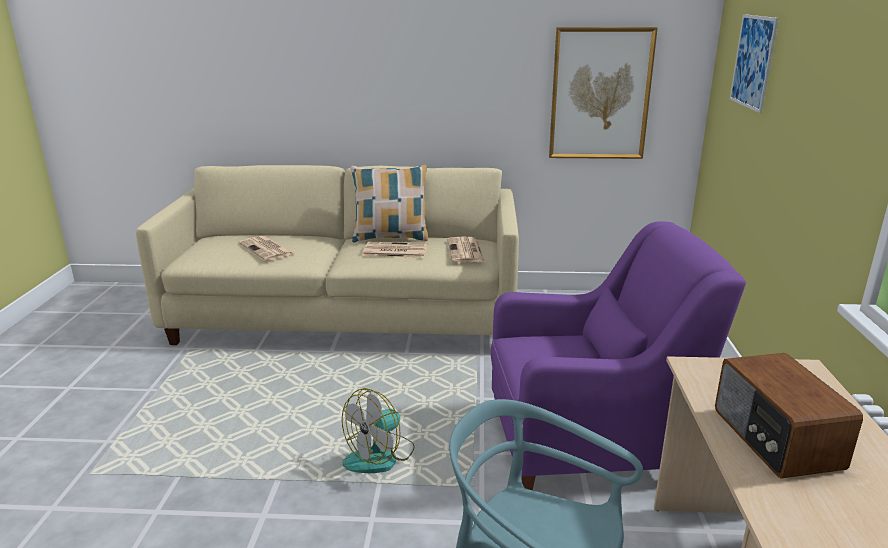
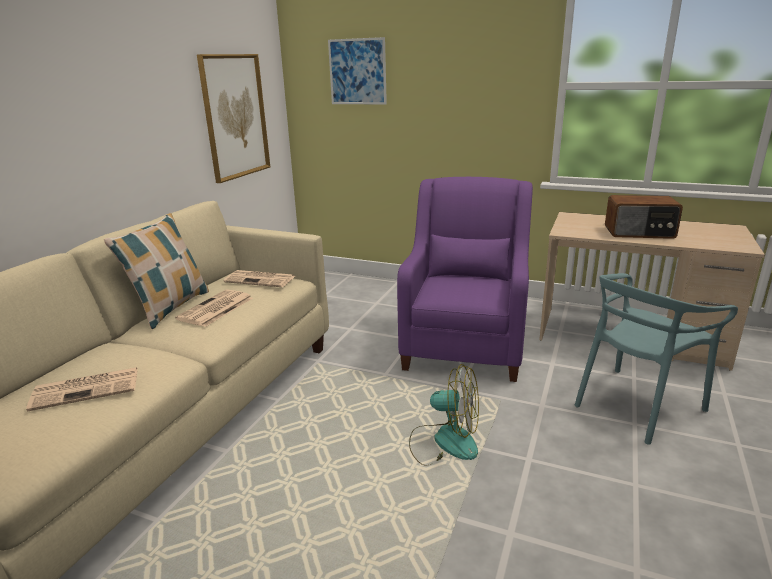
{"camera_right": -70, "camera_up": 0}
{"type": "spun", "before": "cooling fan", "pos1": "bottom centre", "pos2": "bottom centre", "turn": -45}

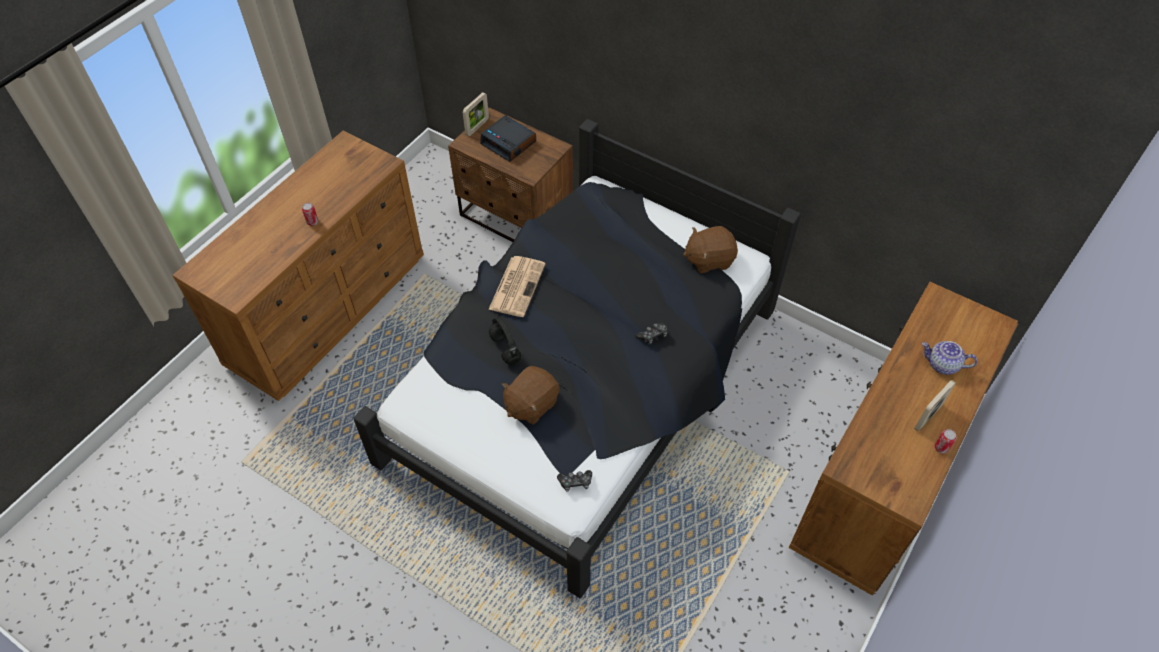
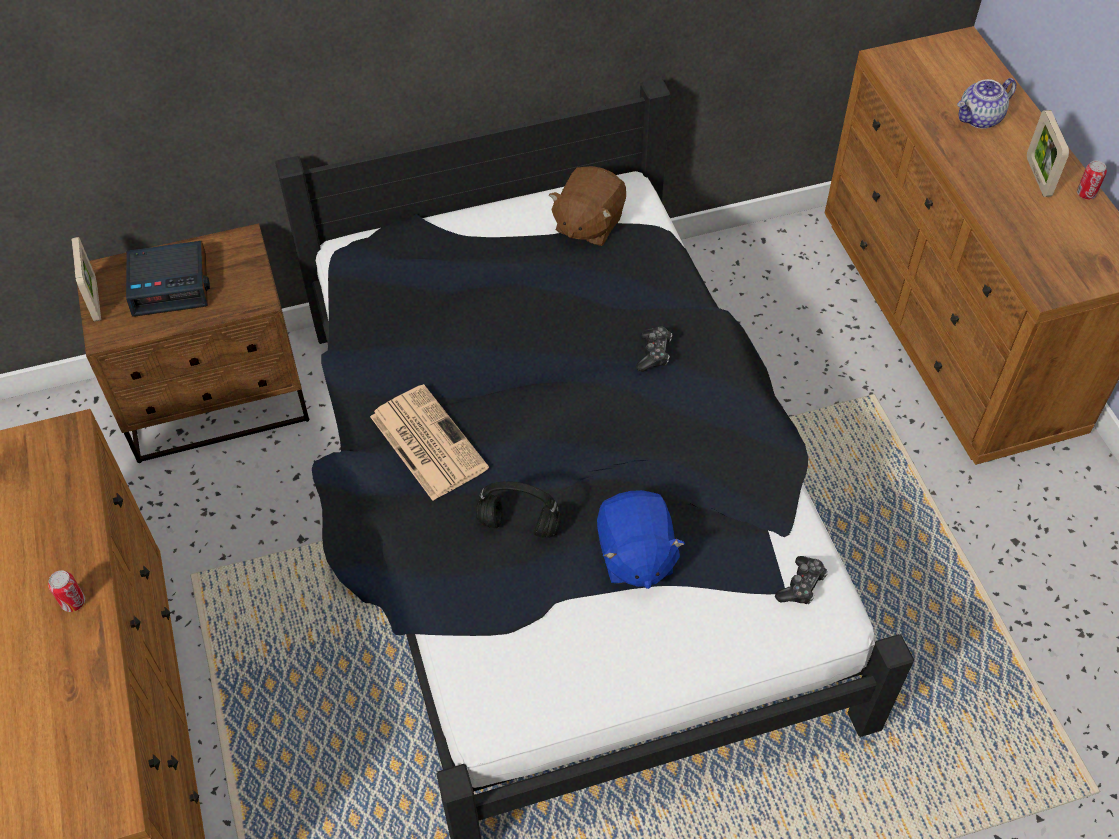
{"camera_right": -50, "camera_up": 0}
{"type": "colour", "before": "brown cuddly toy (no. 1 from left)", "after": "blue-coloured cuddly toy", "pos1": "centre", "pos2": "centre"}

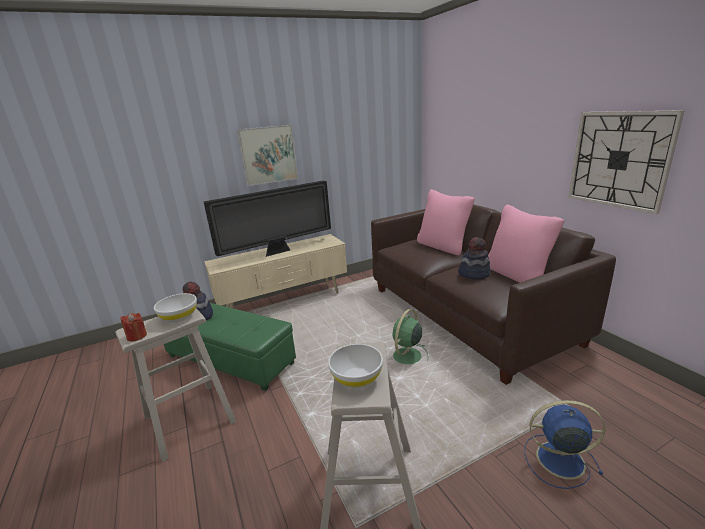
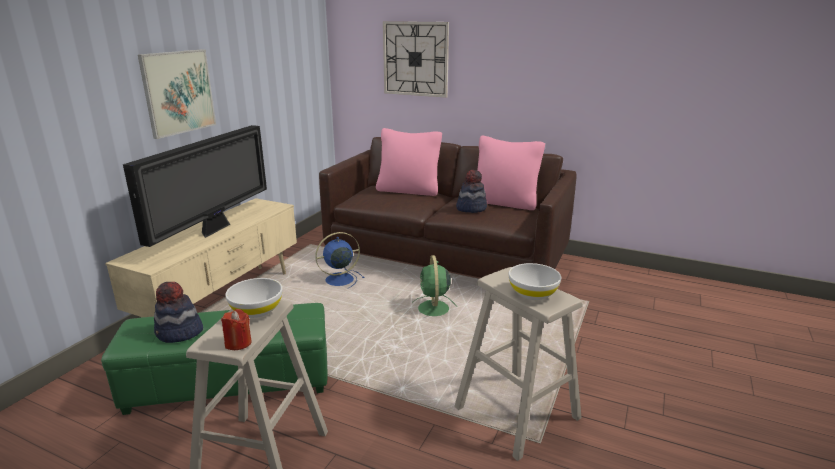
{"camera_right": -40, "camera_up": 0}
{"type": "relocated", "before": "blue-coloured cooling fan", "pos1": "bottom right", "pos2": "centre"}
{"type": "relocated", "before": "clock on the wall", "pos1": "top right", "pos2": "top centre"}

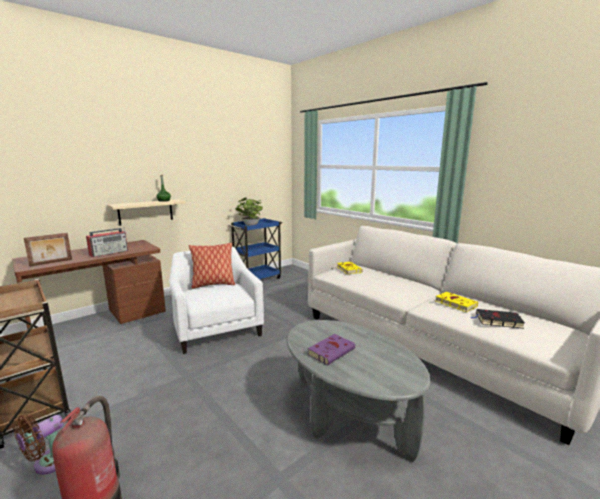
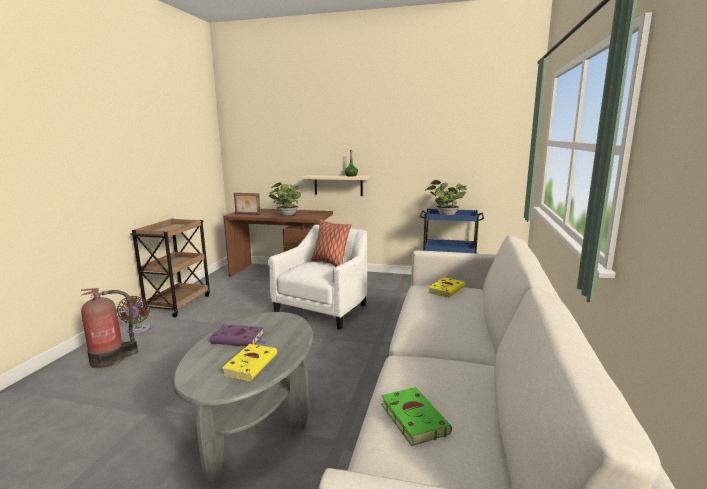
{"camera_right": 55, "camera_up": 0}
{"type": "relocated", "before": "yellowish bound book (no. 2 from left in the first image)", "after": "yellowish bound book (no. 1 from left)", "pos1": "middle right", "pos2": "bottom centre"}
{"type": "exchanged", "before": "radio receiver", "after": "plant in a pot (no. 1 from left)", "pos1": "middle left", "pos2": "centre"}
{"type": "colour", "before": "black bound book", "after": "green-coloured bound book", "pos1": "middle right", "pos2": "bottom centre"}
{"type": "spun", "before": "brown cooling fan", "pos1": "bottom left", "pos2": "middle left", "turn": -105}

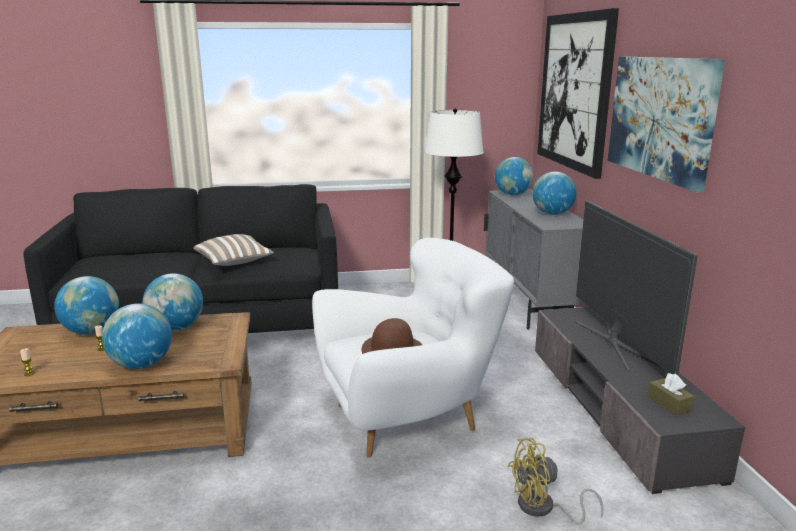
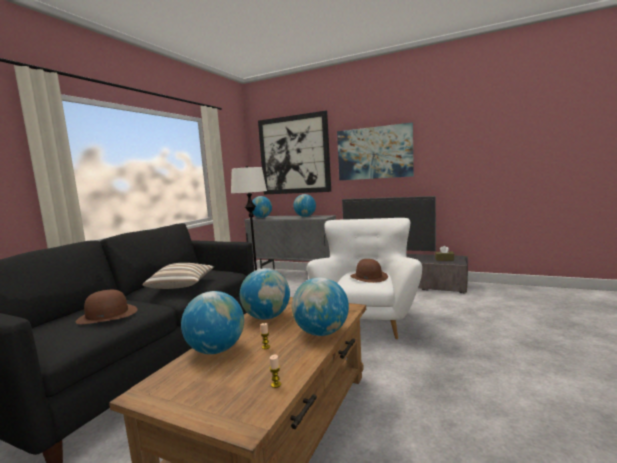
{"camera_right": -55, "camera_up": -10}
{"type": "missing", "before": "yellowish cooling fan", "pos1": "bottom right"}
{"type": "appeared", "after": "brown clothing hat (no. 1 from left)", "pos2": "middle left"}

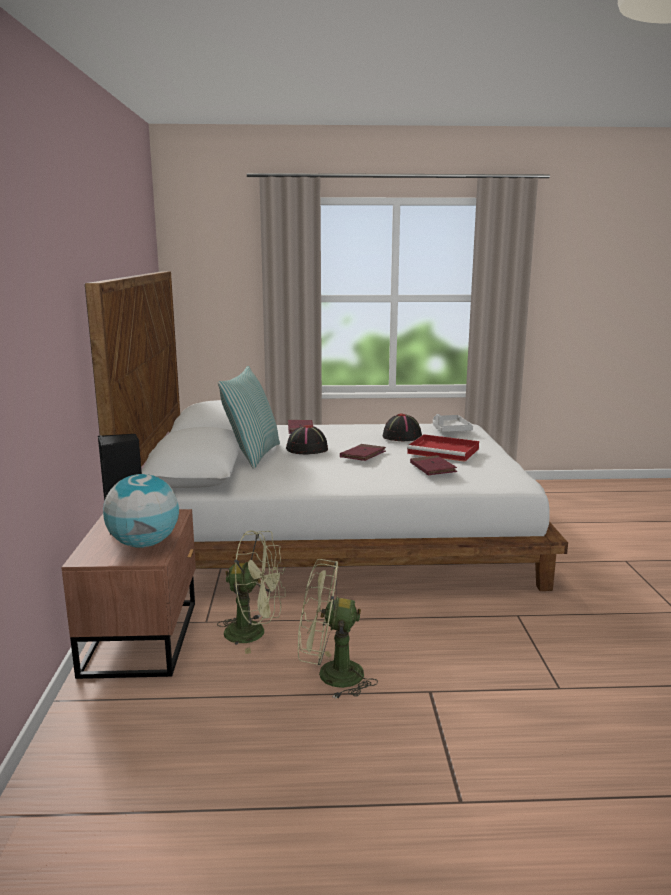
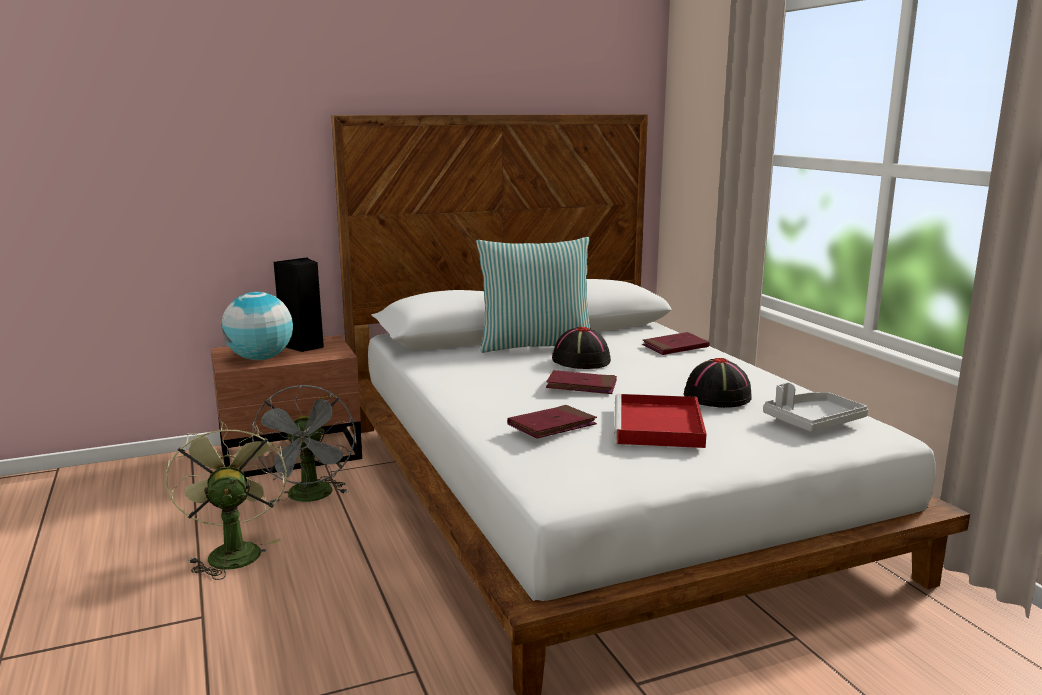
{"camera_right": 70, "camera_up": 0}
{"type": "colour", "before": "green-coloured cooling fan (no. 1 from left)", "after": "greyish cooling fan", "pos1": "centre", "pos2": "middle left"}

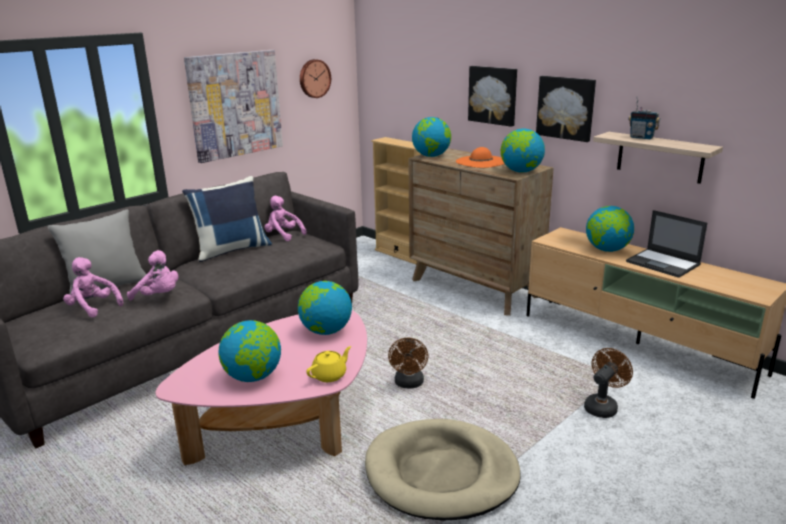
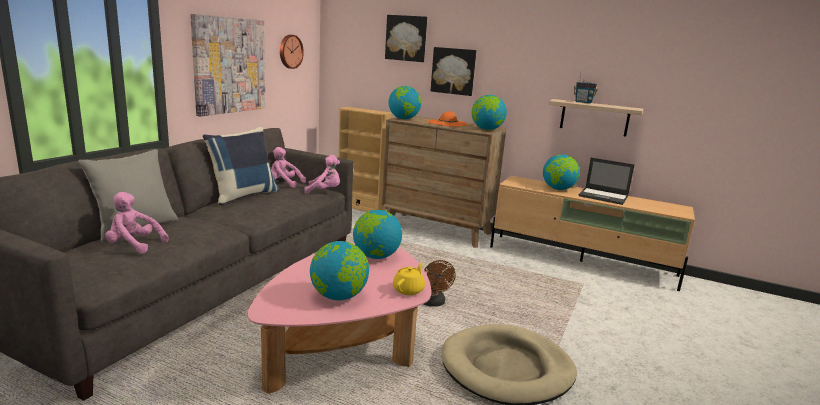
{"camera_right": -20, "camera_up": -5}
{"type": "missing", "before": "brown cooling fan (no. 2 from left)", "pos1": "bottom right"}
{"type": "relocated", "before": "pinkish cuddly toy (no. 2 from left in the first image)", "after": "pinkish cuddly toy (no. 3 from left)", "pos1": "middle left", "pos2": "centre"}
{"type": "relocated", "before": "picture (no. 3 from left in the first image)", "after": "picture (no. 2 from left)", "pos1": "top right", "pos2": "top centre"}

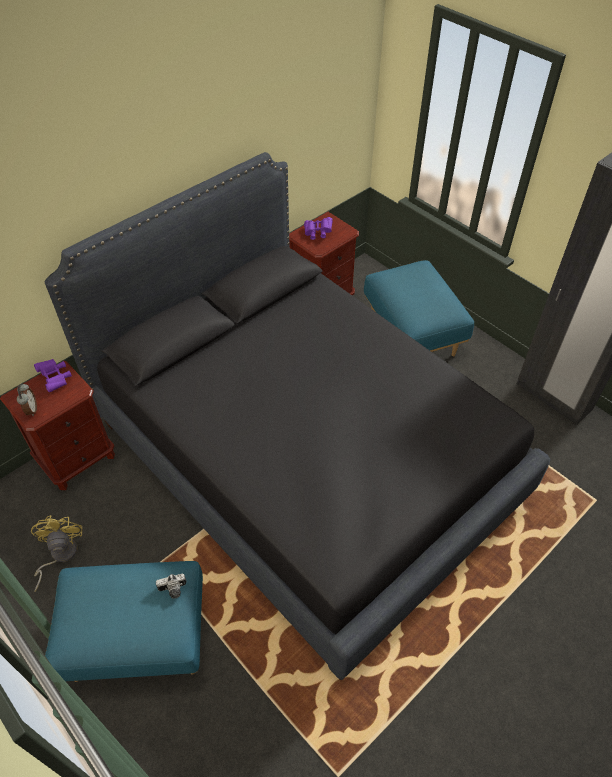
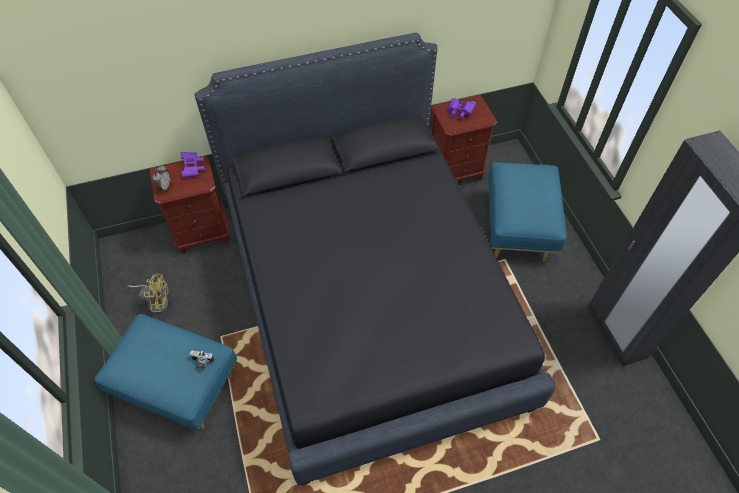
{"camera_right": 25, "camera_up": 5}
{"type": "spun", "before": "yellowish cooling fan", "pos1": "bottom left", "pos2": "middle left", "turn": 75}

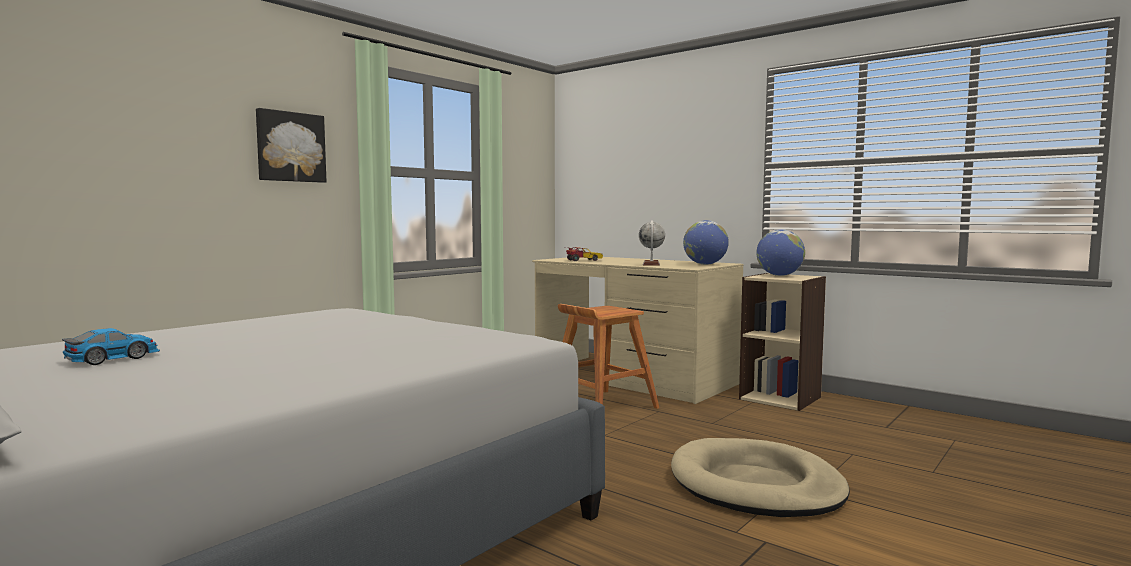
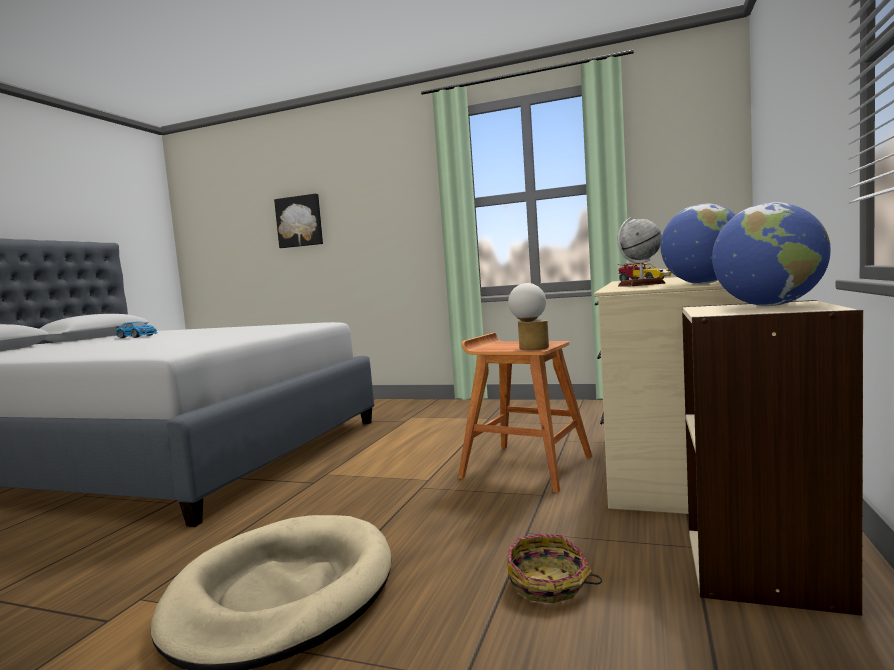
{"camera_right": 70, "camera_up": 0}
{"type": "appeared", "after": "household basket", "pos2": "bottom centre"}
{"type": "appeared", "after": "lamp for a table", "pos2": "centre"}
{"type": "relocated", "before": "picture", "pos1": "top left", "pos2": "top centre"}

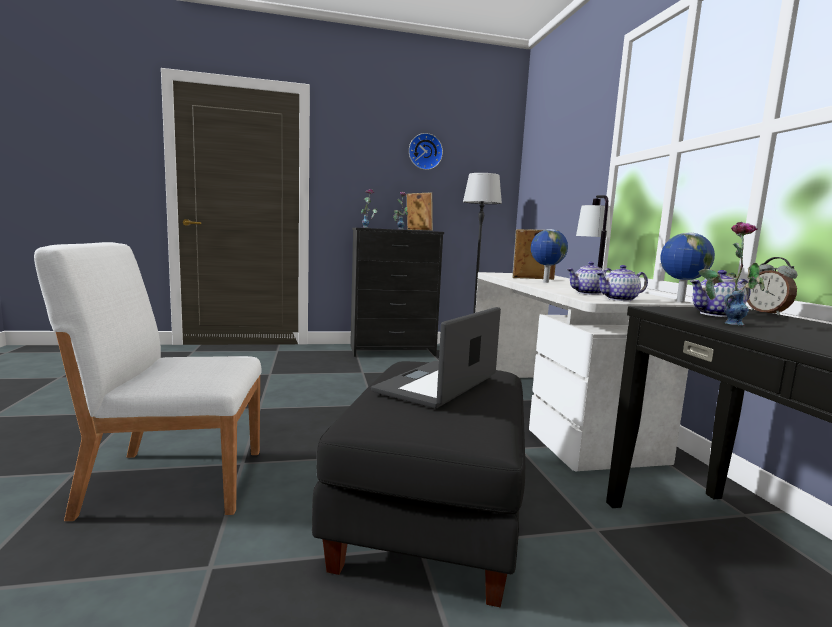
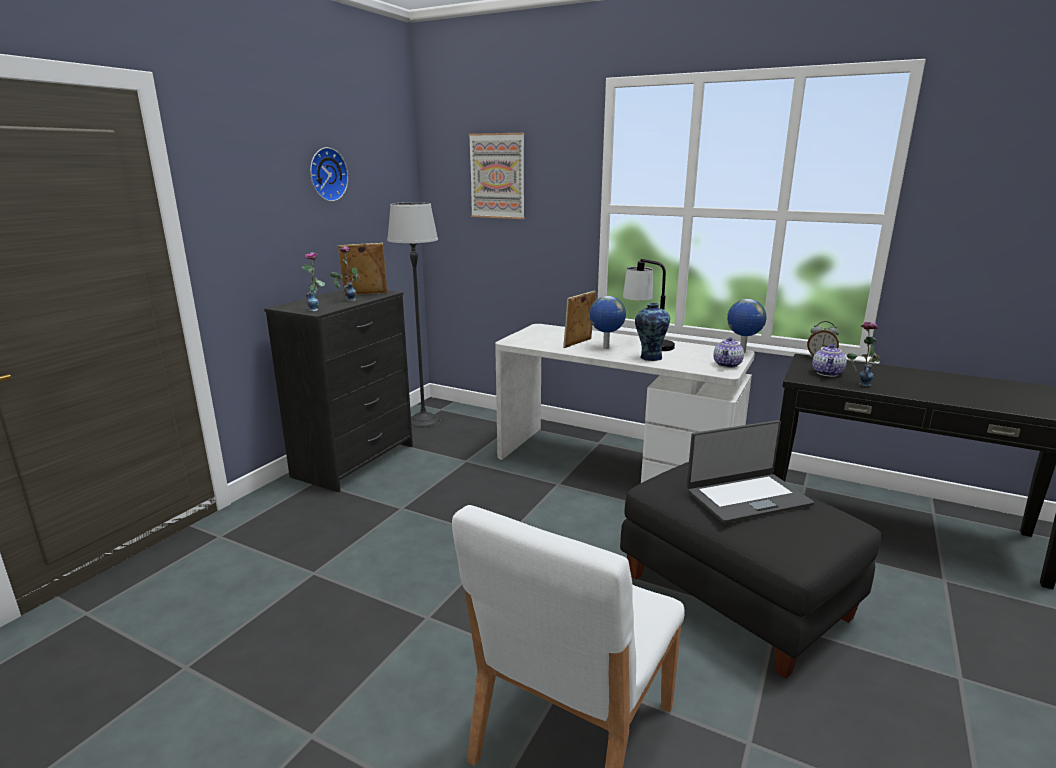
{"camera_right": -50, "camera_up": 10}
{"type": "missing", "before": "teapot (no. 1 from left)", "pos1": "middle right"}
{"type": "appeared", "after": "picture", "pos2": "top centre"}
{"type": "appeared", "after": "vase (no. 3 from left)", "pos2": "centre"}
{"type": "spun", "before": "portable computer", "pos1": "centre", "pos2": "middle right", "turn": -90}

